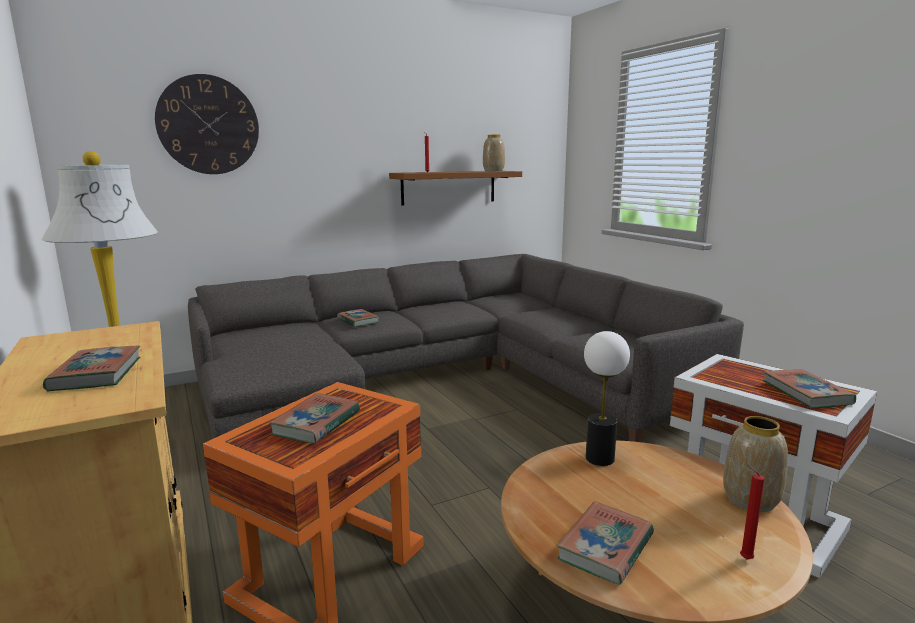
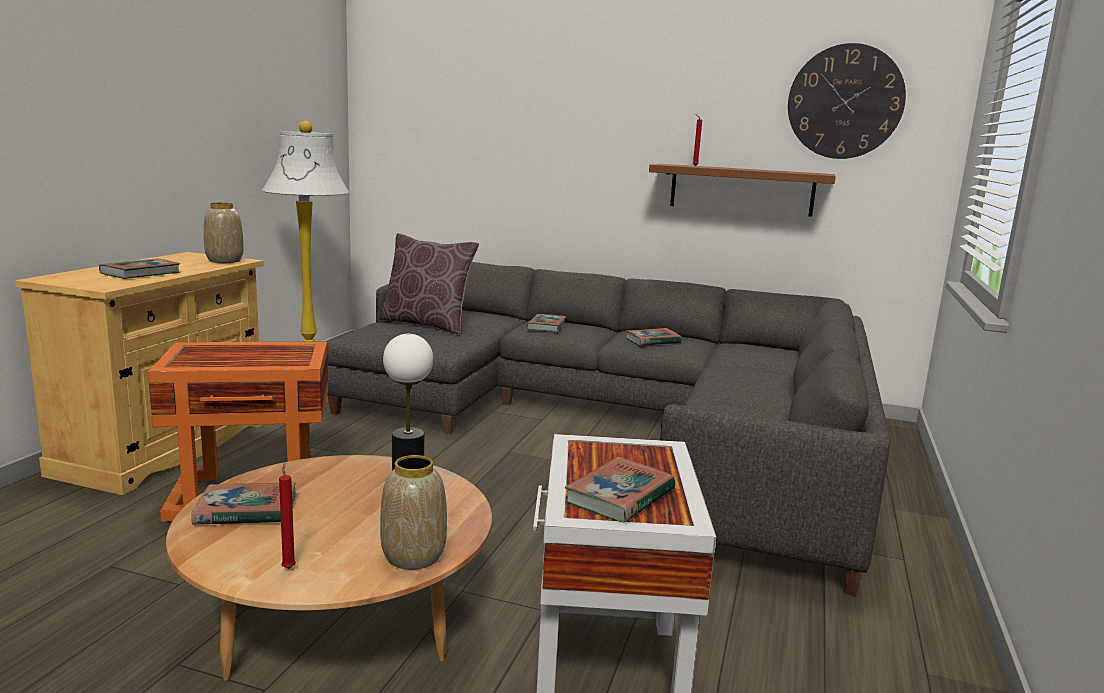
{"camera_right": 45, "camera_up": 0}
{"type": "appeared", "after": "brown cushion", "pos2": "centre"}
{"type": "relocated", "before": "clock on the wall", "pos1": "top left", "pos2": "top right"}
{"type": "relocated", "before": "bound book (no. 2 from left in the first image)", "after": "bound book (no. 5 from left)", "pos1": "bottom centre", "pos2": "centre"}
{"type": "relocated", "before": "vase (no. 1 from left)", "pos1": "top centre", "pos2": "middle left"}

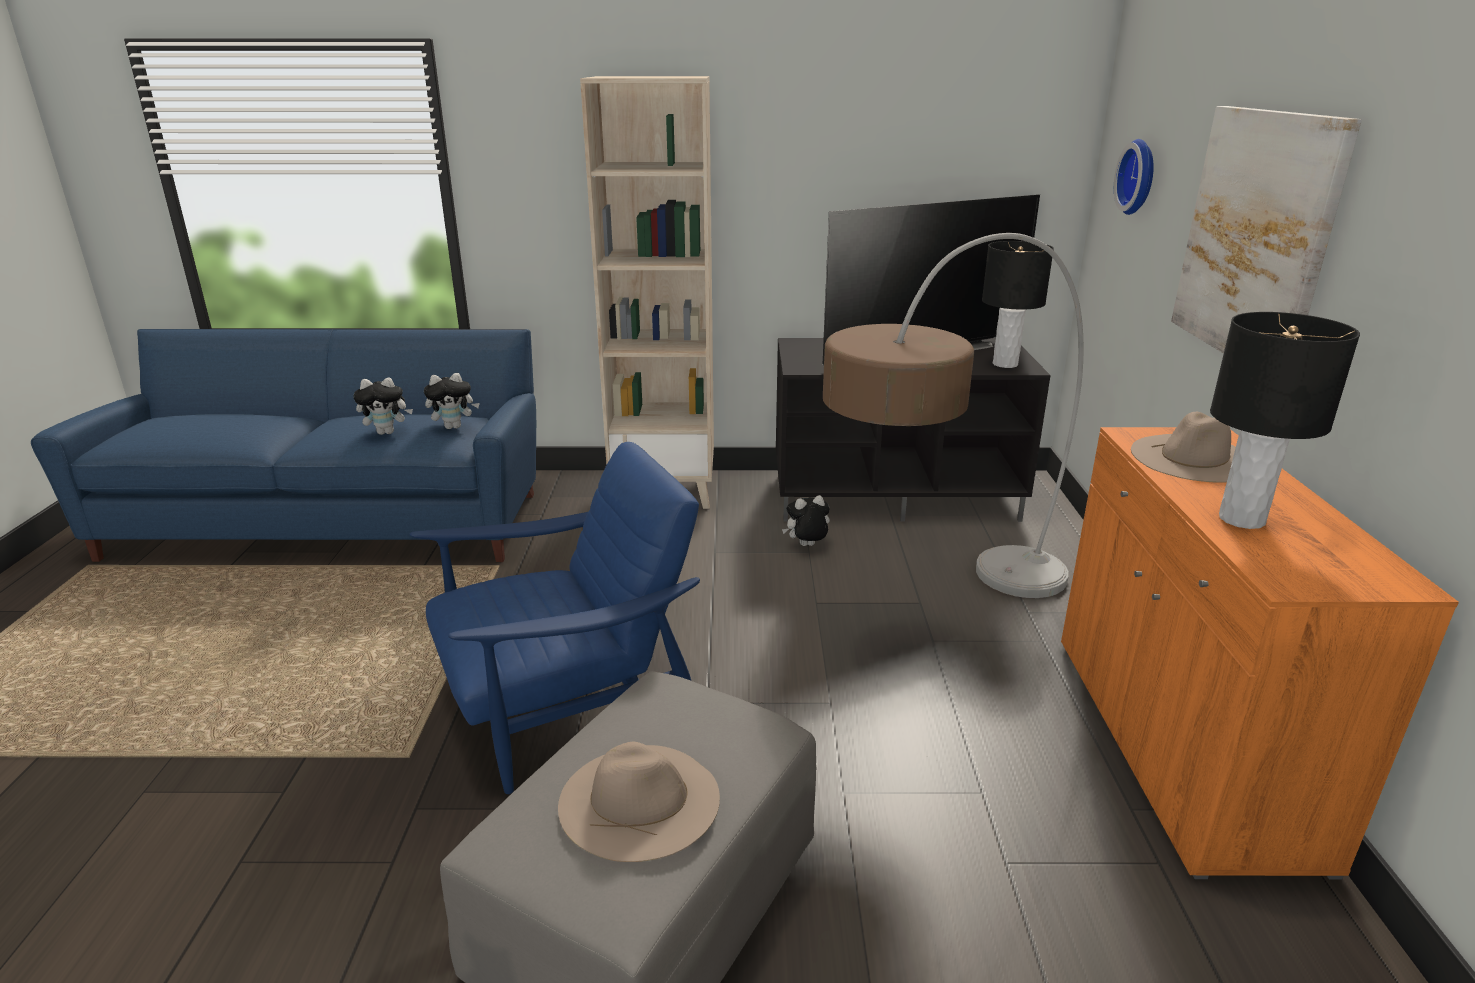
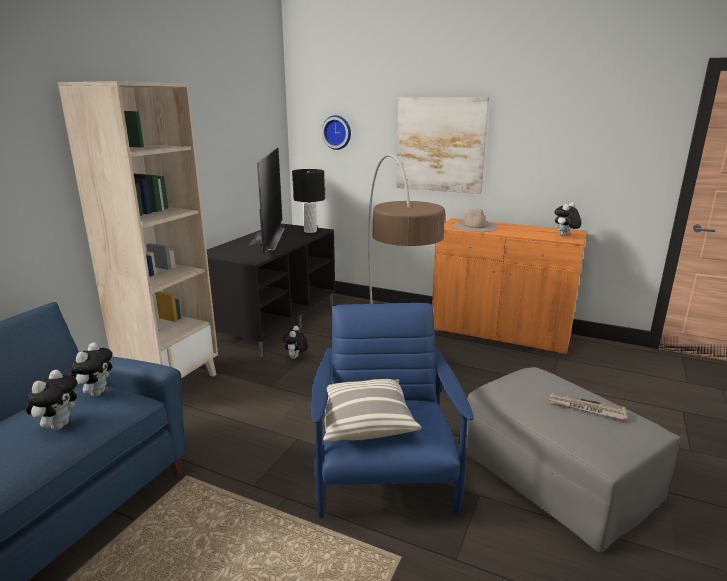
{"camera_right": -65, "camera_up": -5}
{"type": "missing", "before": "black lamp for a table (no. 2 from left)", "pos1": "middle right"}
{"type": "appeared", "after": "cushion", "pos2": "bottom centre"}
{"type": "appeared", "after": "cuddly toy (no. 4 from left)", "pos2": "middle right"}
{"type": "exchanged", "before": "beige clothing hat (no. 1 from left)", "after": "newspaper", "pos1": "bottom centre", "pos2": "bottom right"}

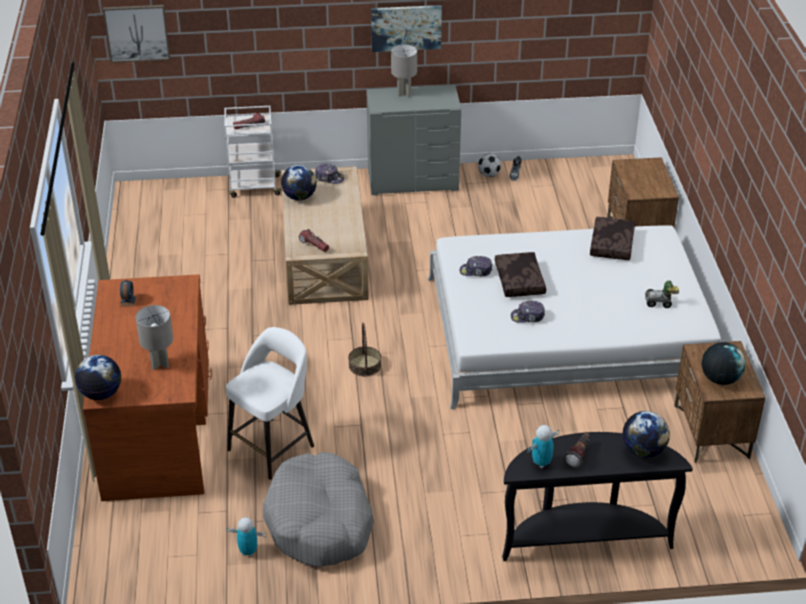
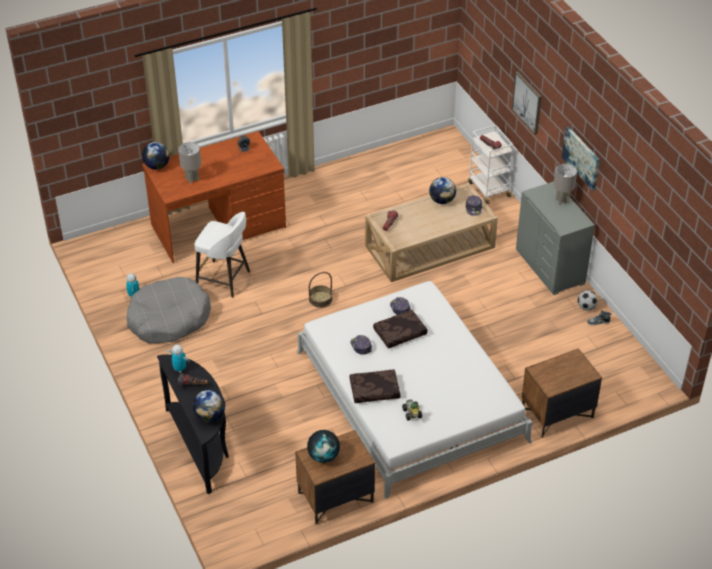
{"camera_right": 70, "camera_up": 5}
{"type": "relocated", "before": "picture (no. 1 from left)", "pos1": "top left", "pos2": "top right"}
{"type": "relocated", "before": "brown cushion (no. 2 from left in the first image)", "after": "brown cushion (no. 1 from left)", "pos1": "middle right", "pos2": "bottom centre"}

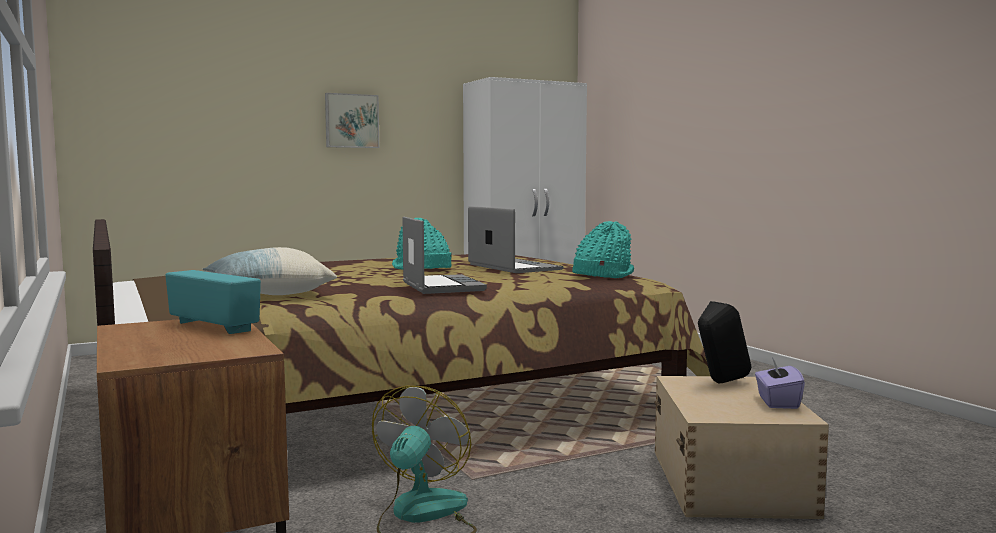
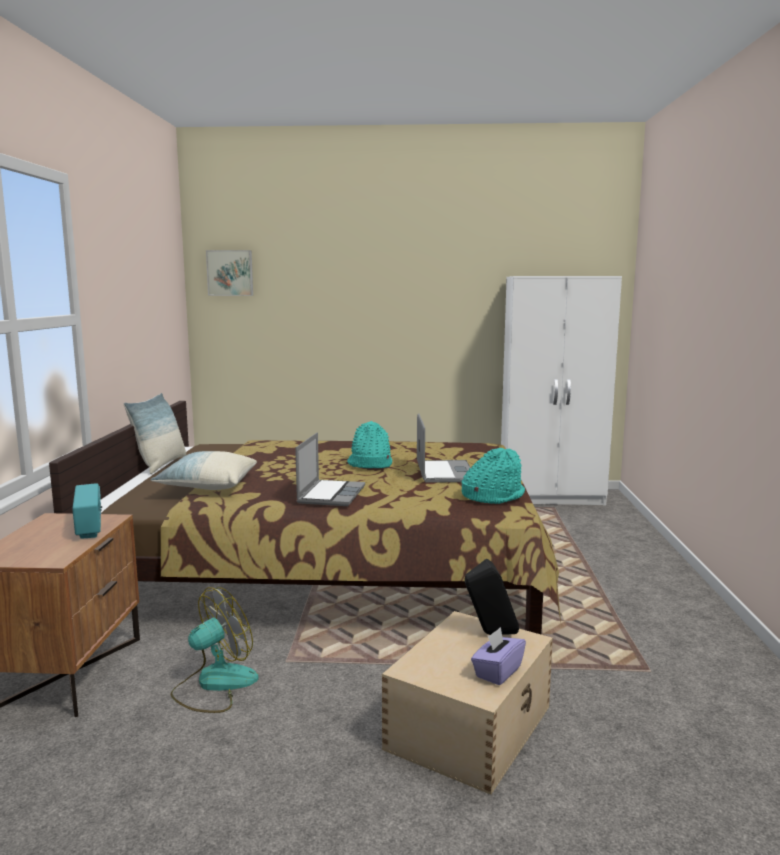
{"camera_right": 30, "camera_up": 5}
{"type": "appeared", "after": "cushion (no. 1 from left)", "pos2": "middle left"}
{"type": "relocated", "before": "picture", "pos1": "top centre", "pos2": "top left"}

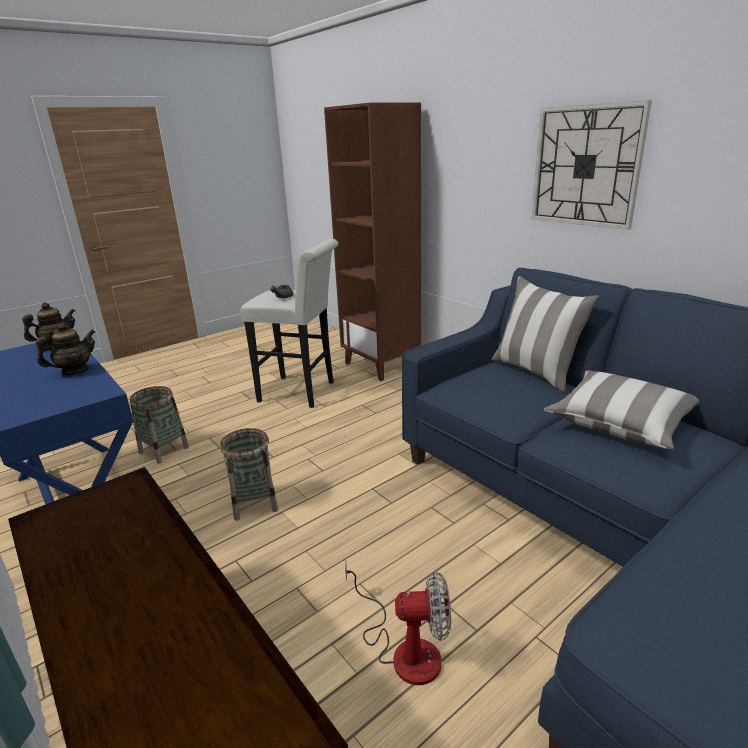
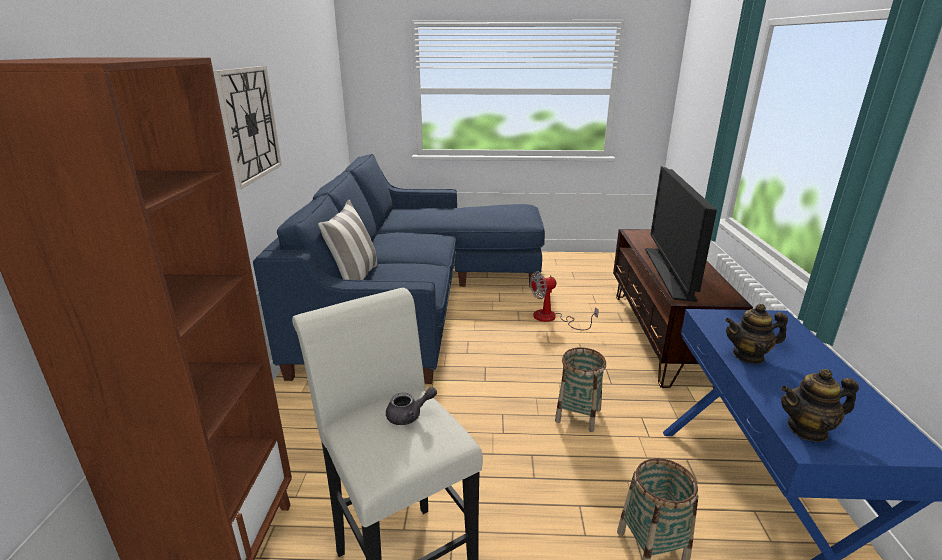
{"camera_right": -140, "camera_up": 0}
{"type": "missing", "before": "cushion (no. 2 from left)", "pos1": "middle right"}
{"type": "appeared", "after": "TV set", "pos2": "middle right"}
{"type": "spun", "before": "cooling fan", "pos1": "bottom centre", "pos2": "centre", "turn": -60}

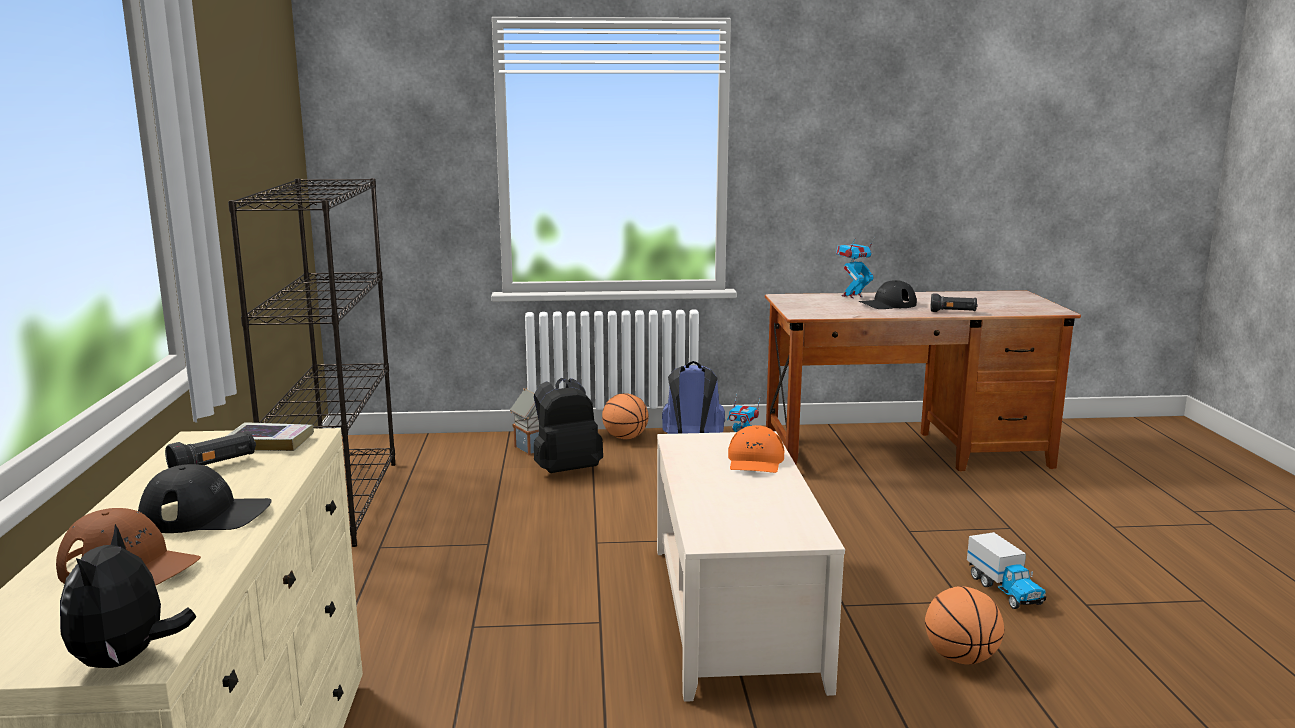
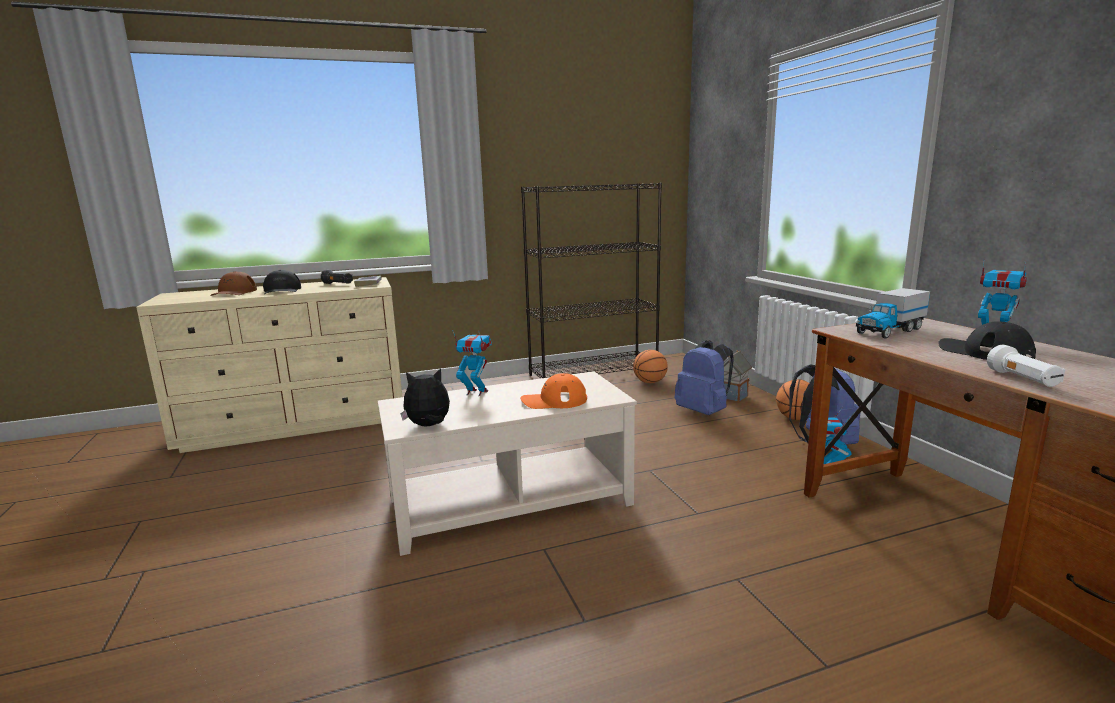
{"camera_right": 75, "camera_up": 0}
{"type": "appeared", "after": "model robot (no. 1 from left)", "pos2": "centre"}
{"type": "relocated", "before": "cuddly toy", "pos1": "bottom left", "pos2": "centre"}
{"type": "relocated", "before": "basketball ball (no. 2 from left in the first image)", "after": "basketball ball (no. 1 from left)", "pos1": "bottom right", "pos2": "centre"}
{"type": "relocated", "before": "toy truck", "pos1": "bottom right", "pos2": "middle right"}
{"type": "colour", "before": "black knapsack", "after": "blue-coloured knapsack (no. 1 from left)", "pos1": "centre", "pos2": "centre"}
{"type": "colour", "before": "black flashlight (no. 2 from left)", "after": "whitish flashlight", "pos1": "middle right", "pos2": "middle right"}

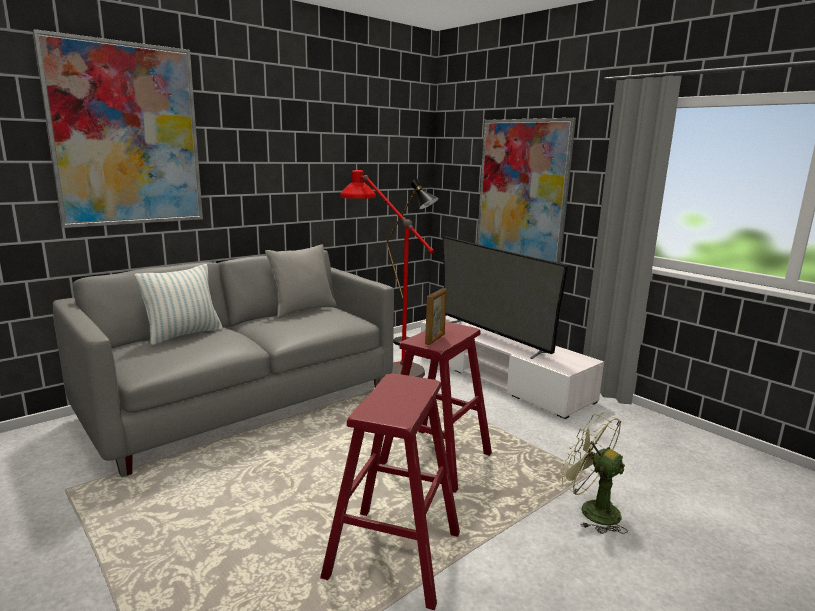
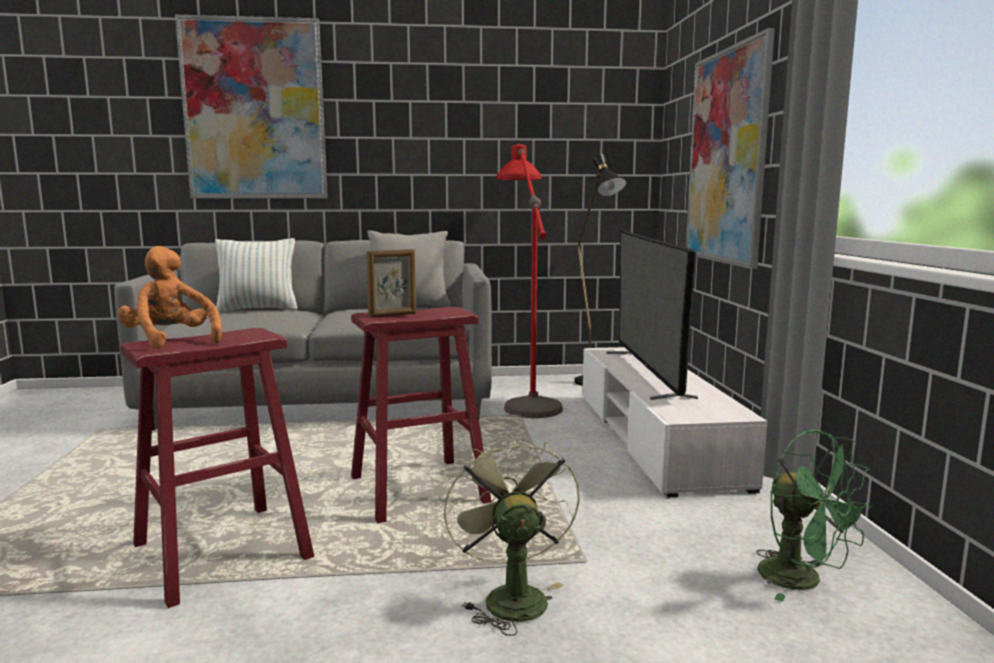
{"camera_right": 35, "camera_up": -5}
{"type": "appeared", "after": "orangey cuddly toy", "pos2": "middle left"}
{"type": "appeared", "after": "green-coloured cooling fan (no. 2 from left)", "pos2": "bottom right"}

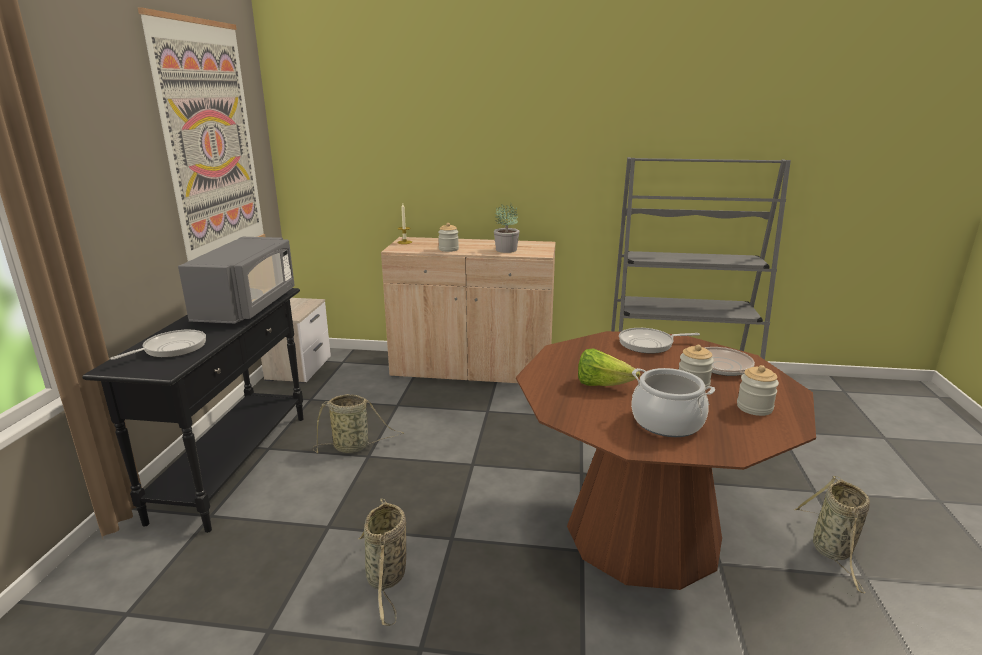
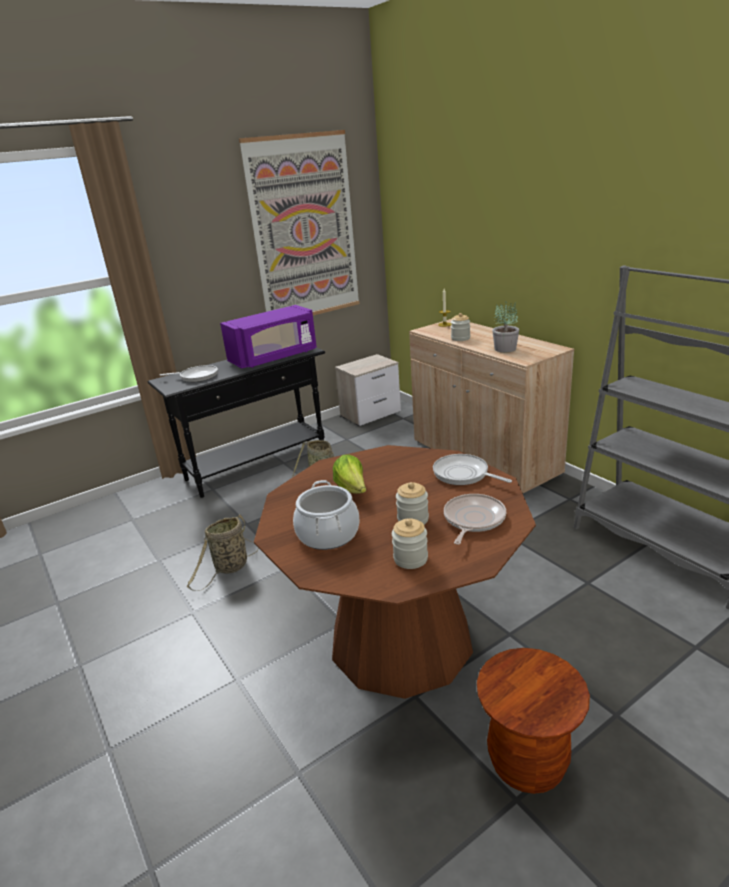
{"camera_right": 50, "camera_up": 5}
{"type": "exchanged", "before": "household basket (no. 3 from left)", "after": "brown sitting stool", "pos1": "bottom right", "pos2": "bottom right"}
{"type": "colour", "before": "greyish microwave", "after": "purple-coloured microwave", "pos1": "middle left", "pos2": "centre"}

